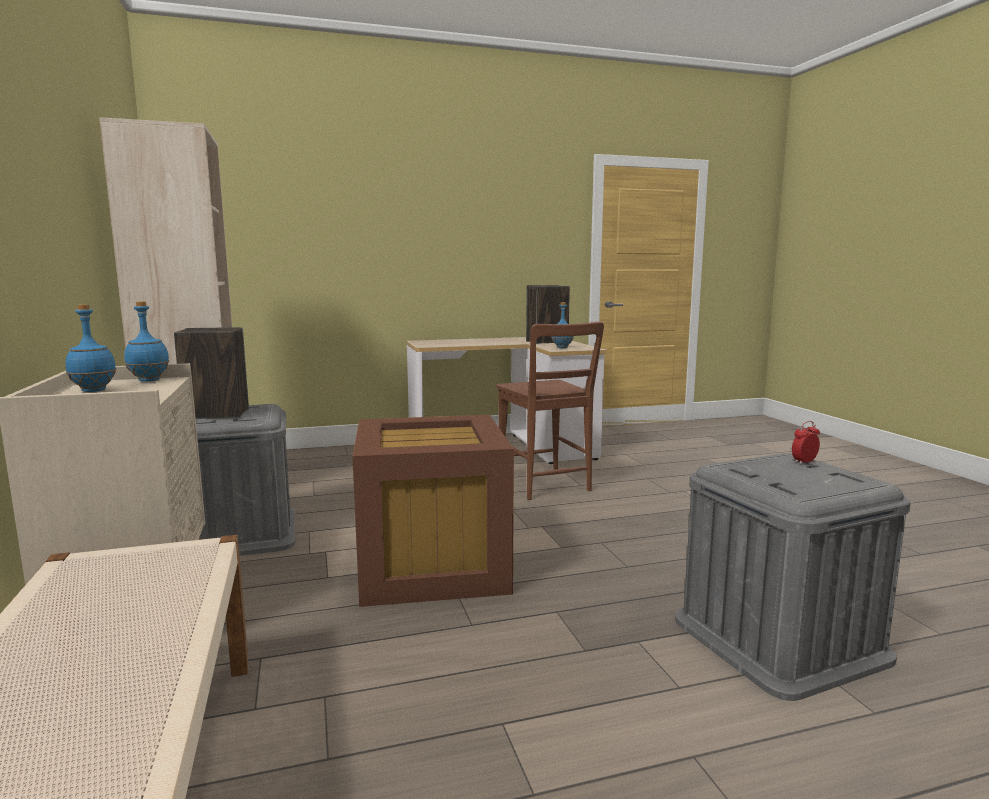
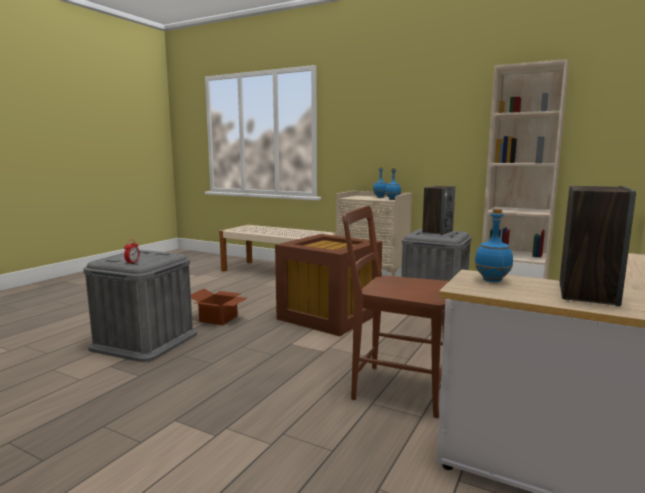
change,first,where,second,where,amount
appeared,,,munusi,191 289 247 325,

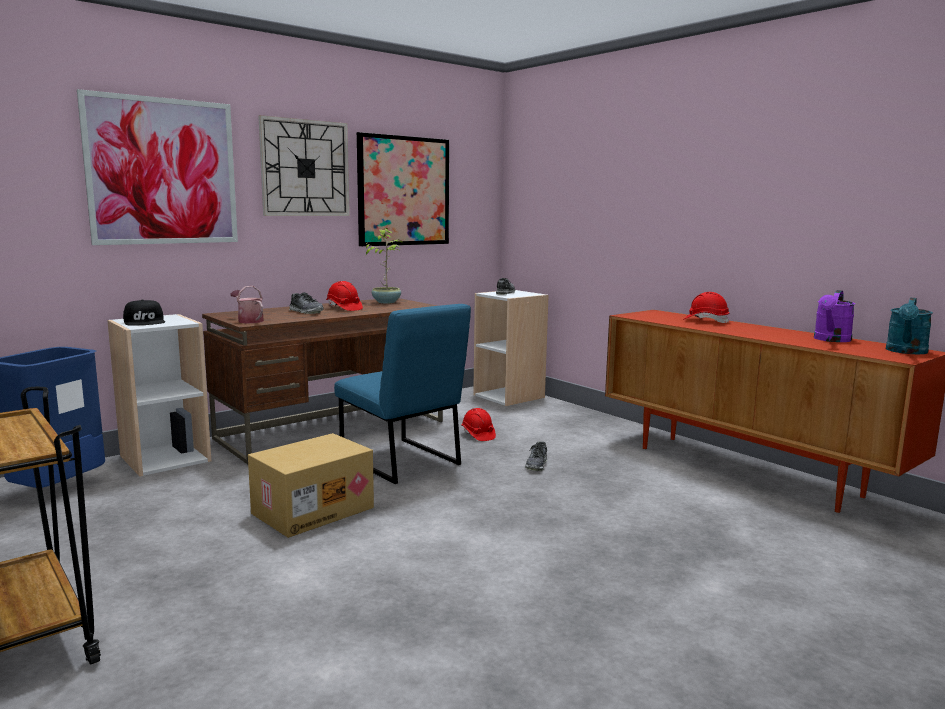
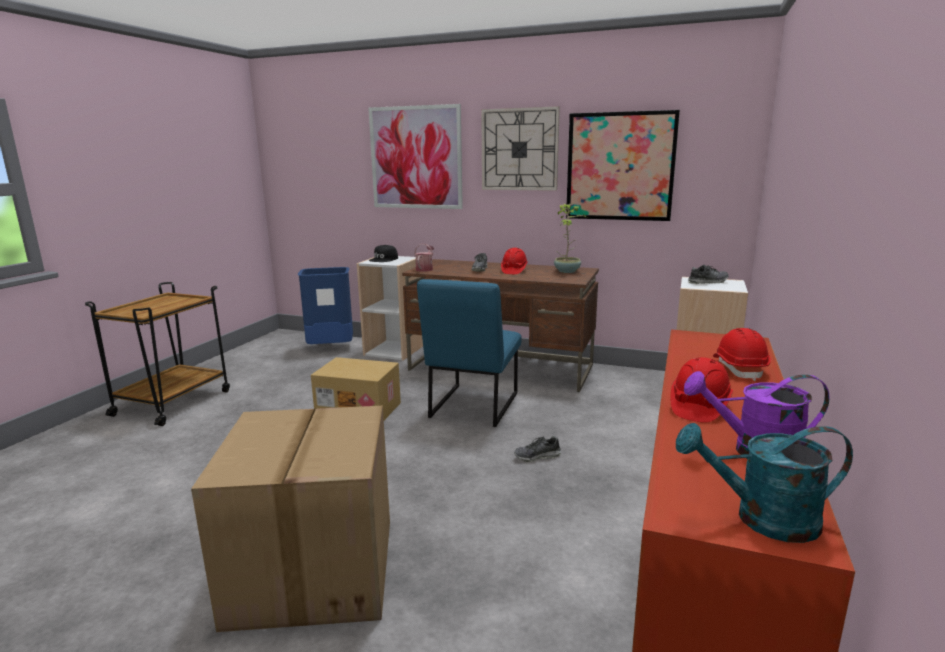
change,first,where,second,where,amount
relocated,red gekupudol,461 408 496 441,,670 357 733 423,
appeared,,,munusi,191 406 390 632,

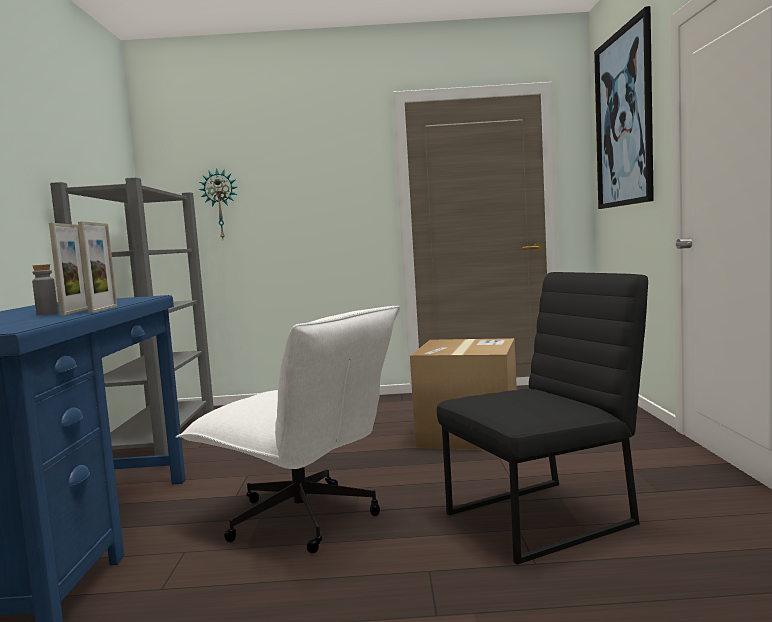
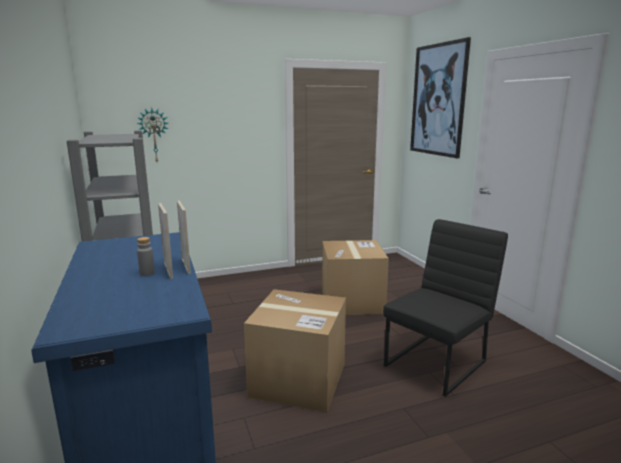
change,first,where,second,where,amount
exchanged,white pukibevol,176 306 400 554,munusi,244 289 346 412,

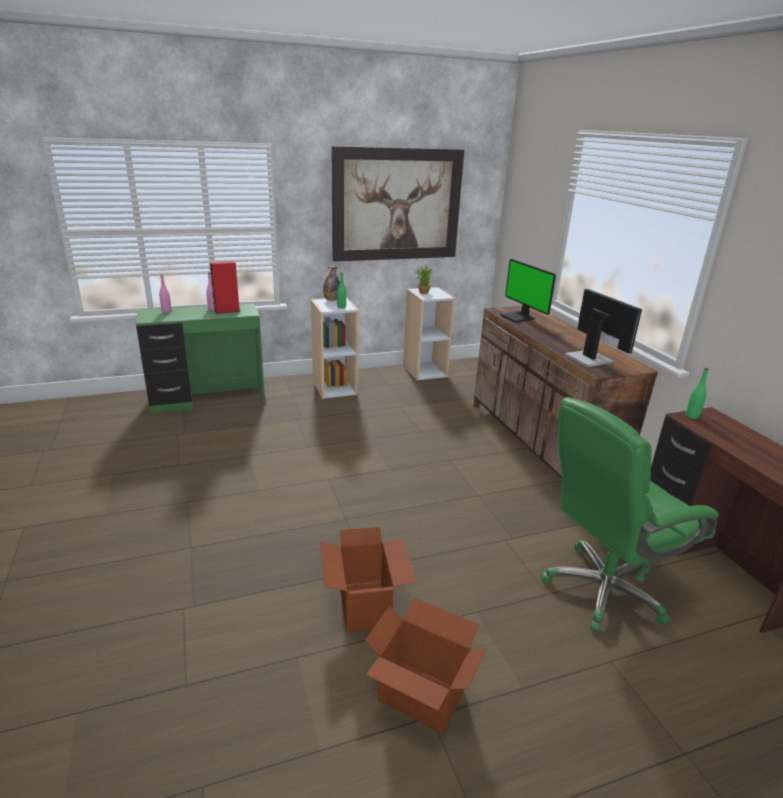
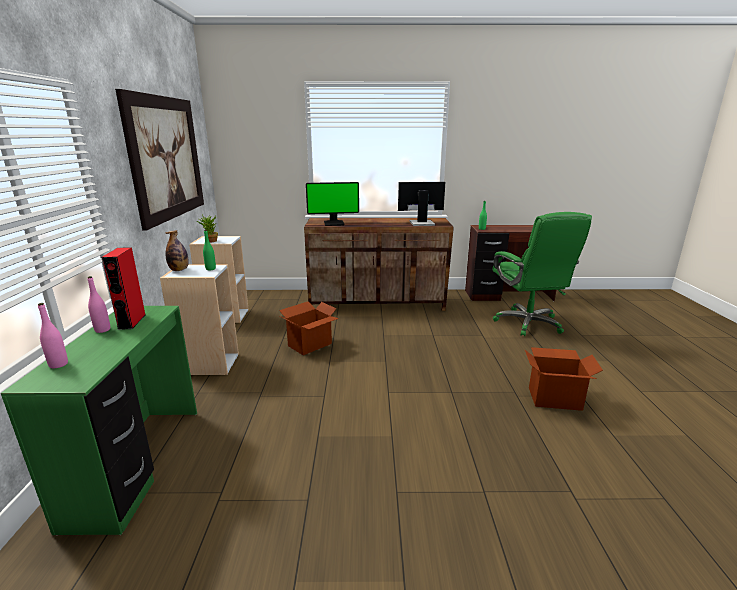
change,first,where,second,where,amount
relocated,munusi,365 598 487 734,,279 301 339 355,

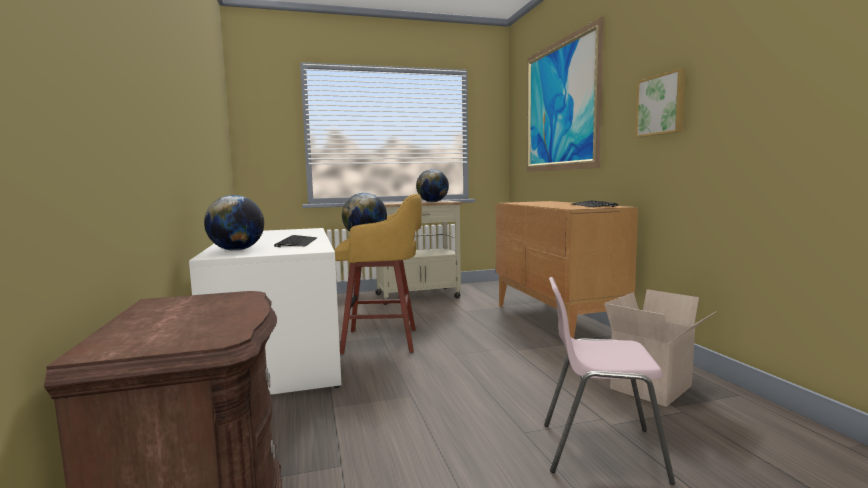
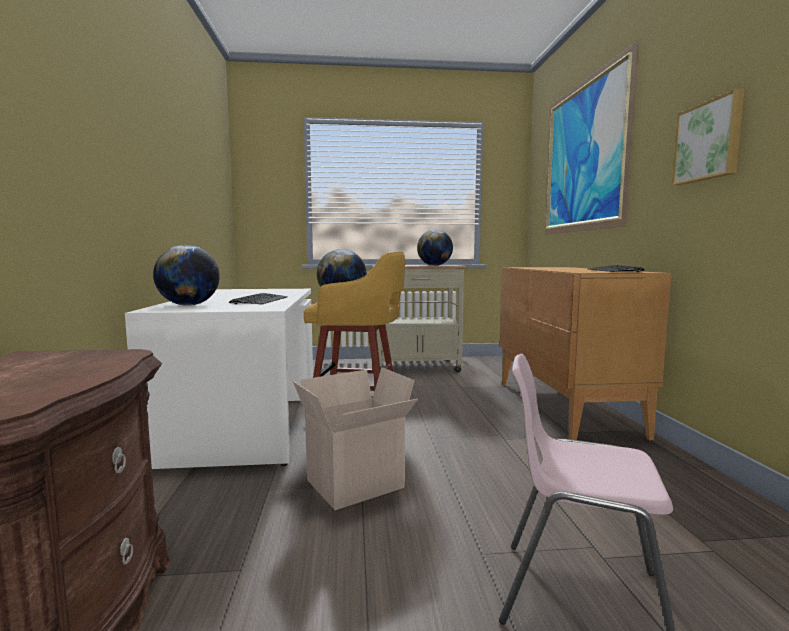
change,first,where,second,where,amount
relocated,munusi,604 289 717 407,,293 367 418 510,

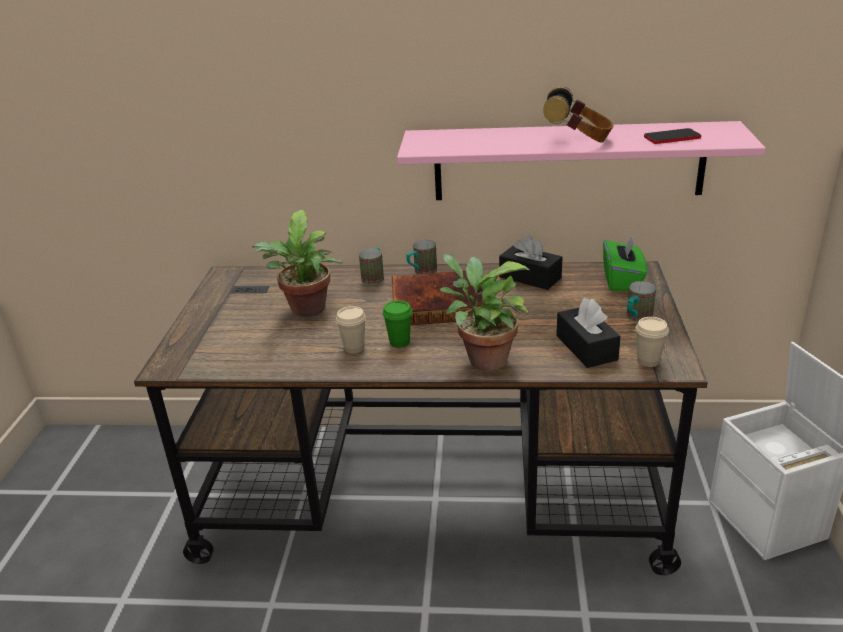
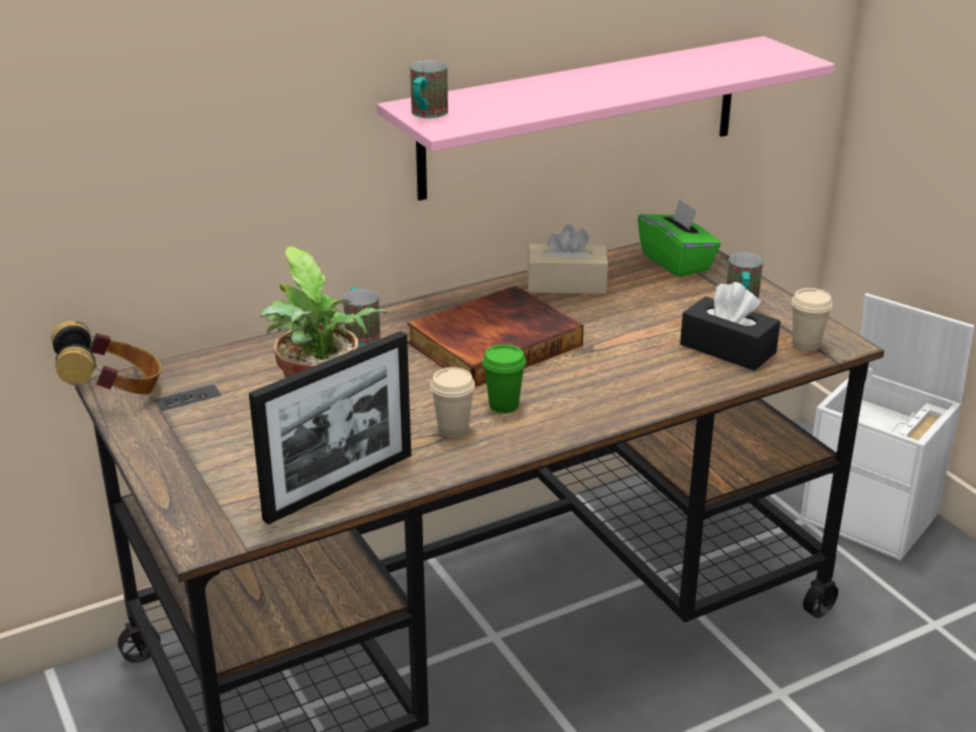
change,first,where,second,where,amount
relocated,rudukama,407 240 437 274,,410 60 448 118,
missing,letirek,440 254 529 370,,,
colour,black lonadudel,499 235 563 290,beige lonadudel,527 224 608 294,
relocated,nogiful,543 86 614 143,,51 321 161 395,
missing,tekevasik,644 128 701 144,,,
appeared,,,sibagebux,249 331 411 525,

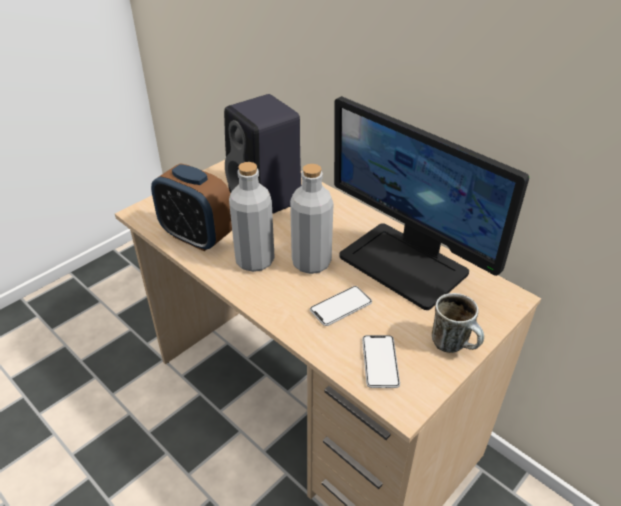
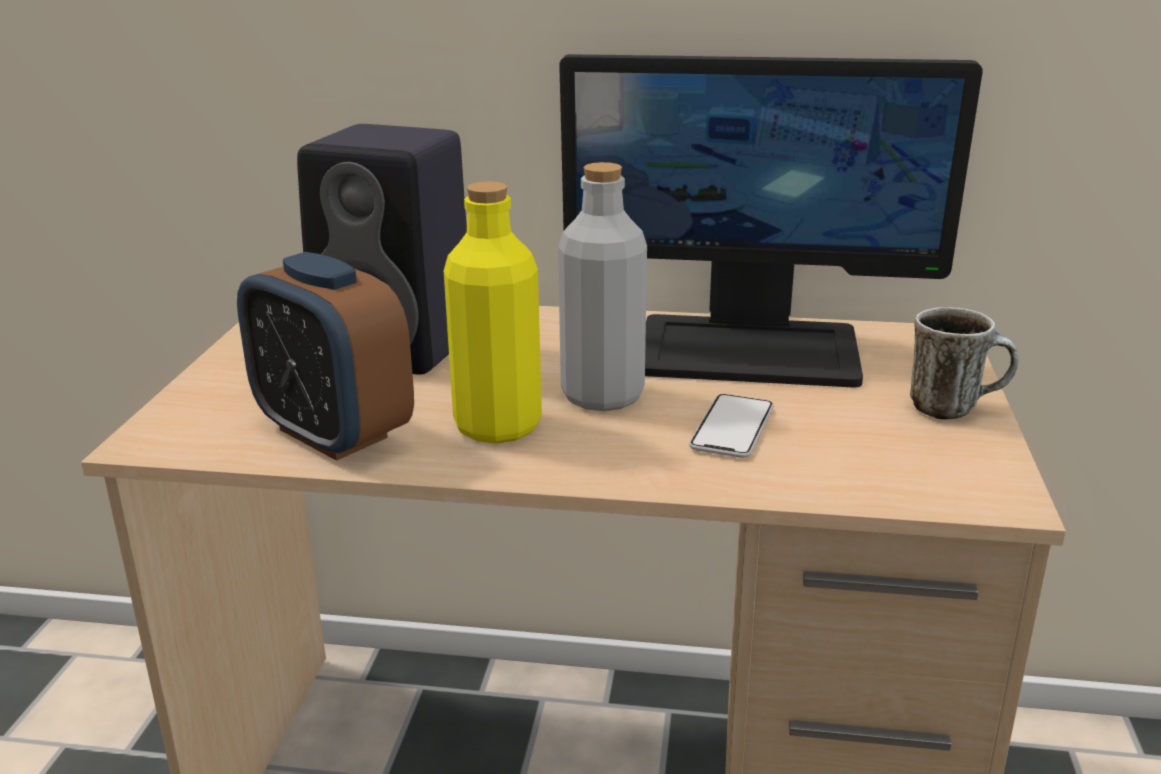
change,first,where,second,where,amount
spun,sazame,151 163 232 251,,237 252 414 461,45 degrees clockwise
colour,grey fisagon,229 162 275 272,yellow fisagon,444 181 542 444,
missing,tekevasik,362 335 400 388,,,

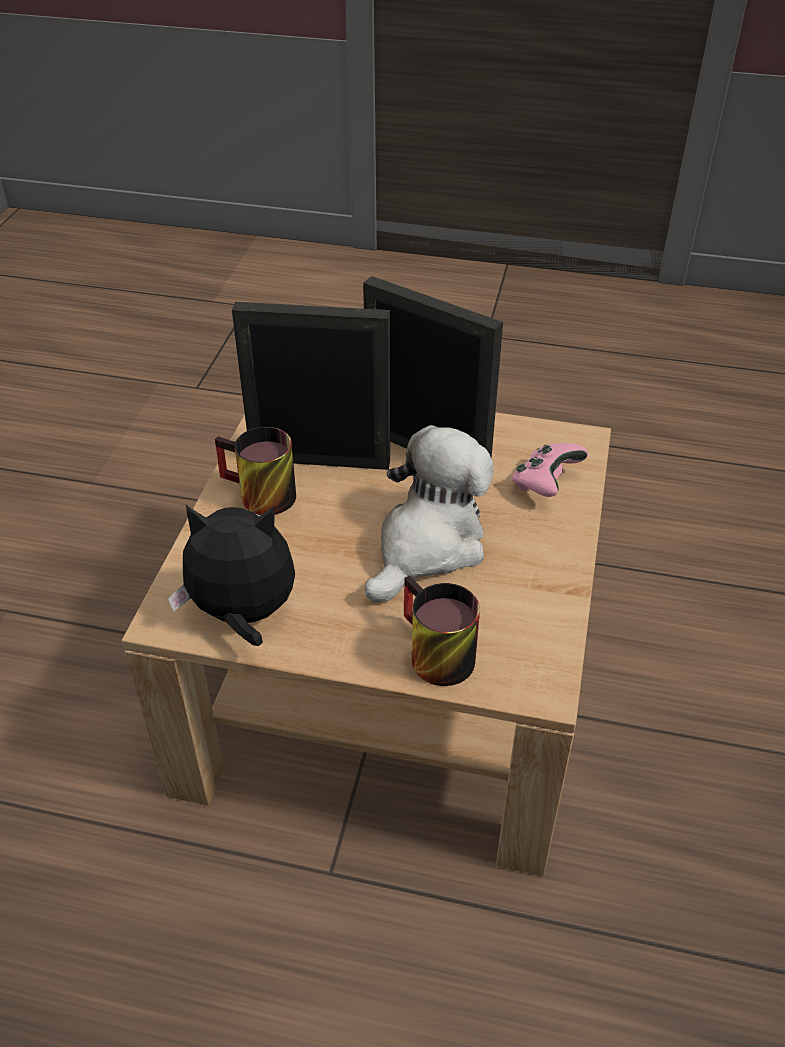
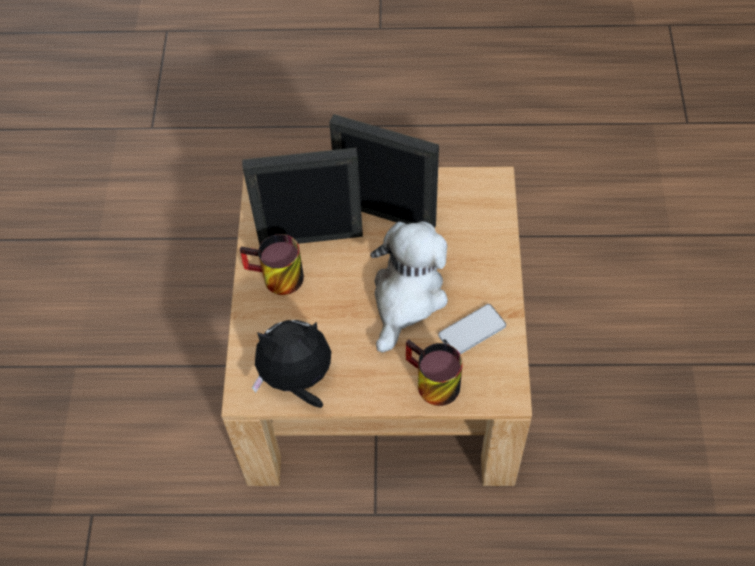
change,first,where,second,where,amount
missing,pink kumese,512 443 589 497,,,
appeared,,,tekevasik,438 304 506 354,

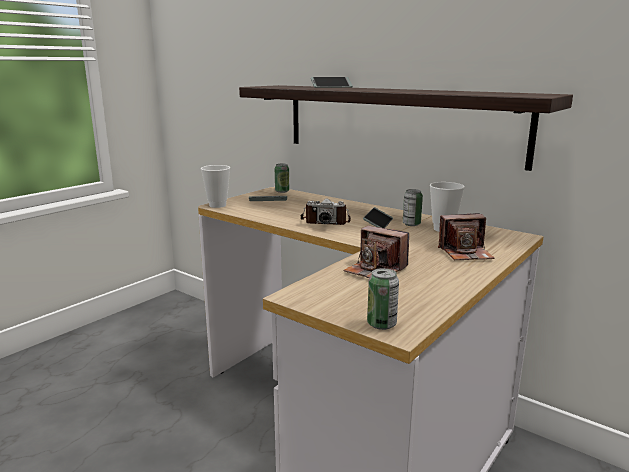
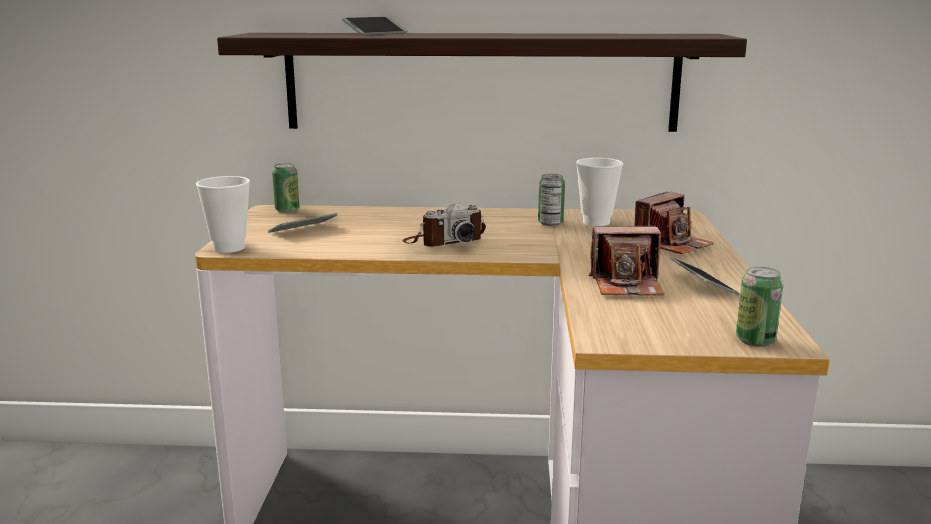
change,first,where,second,where,amount
relocated,tekevasik,363 207 393 228,,669 256 740 296,

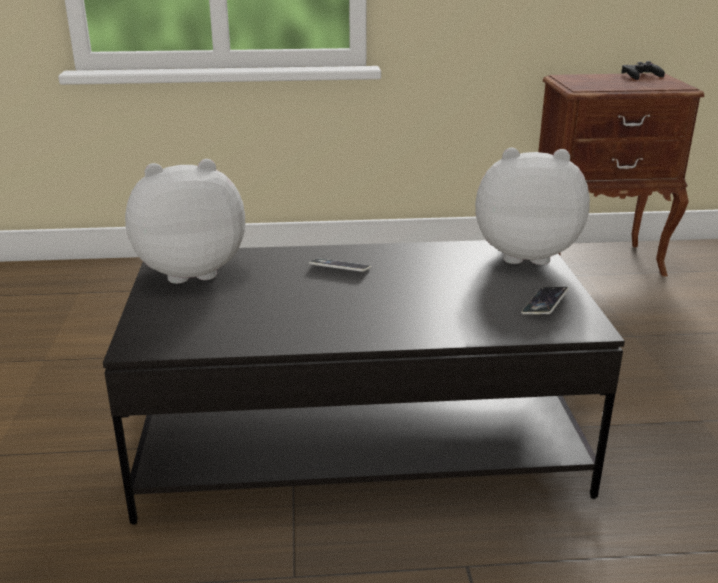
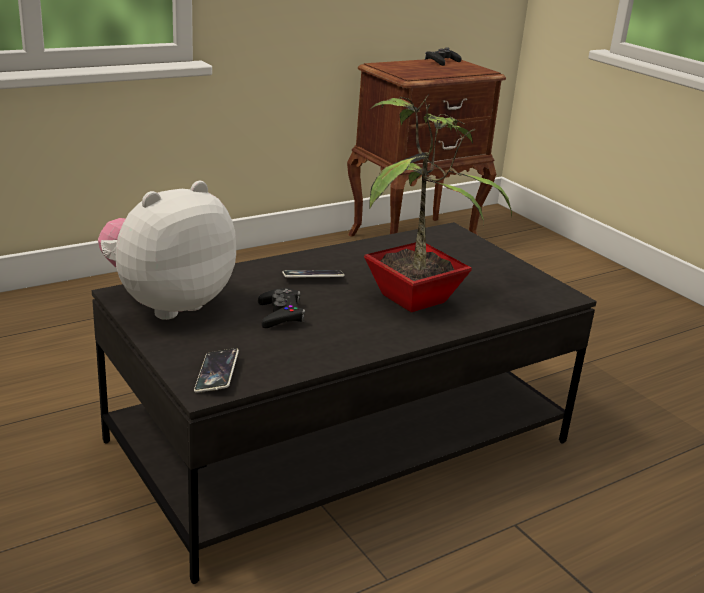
change,first,where,second,where,amount
missing,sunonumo,475 148 590 265,,,
relocated,tekevasik,521 287 569 314,,194 348 239 393,
appeared,,,black kumese,258 288 305 328,
appeared,,,letirek,364 94 512 312,

